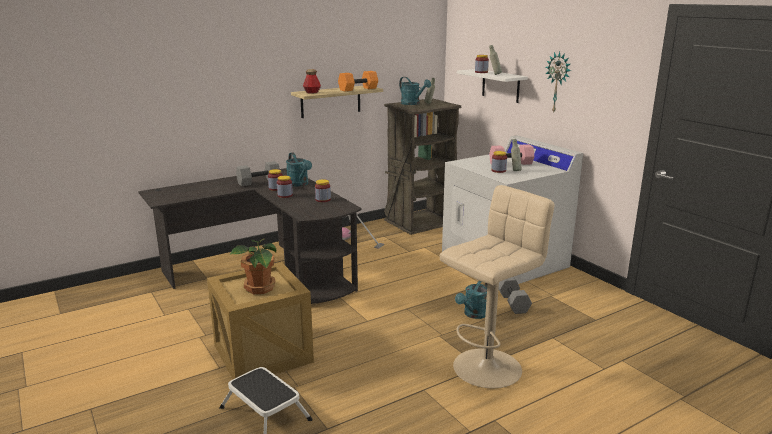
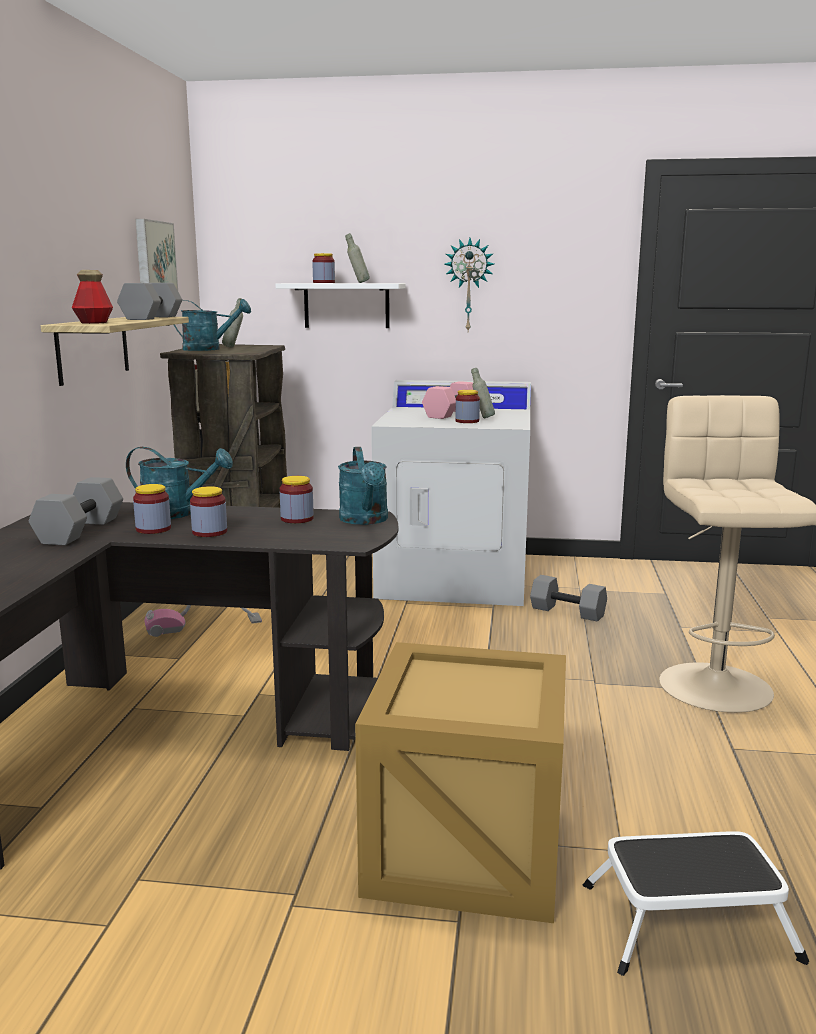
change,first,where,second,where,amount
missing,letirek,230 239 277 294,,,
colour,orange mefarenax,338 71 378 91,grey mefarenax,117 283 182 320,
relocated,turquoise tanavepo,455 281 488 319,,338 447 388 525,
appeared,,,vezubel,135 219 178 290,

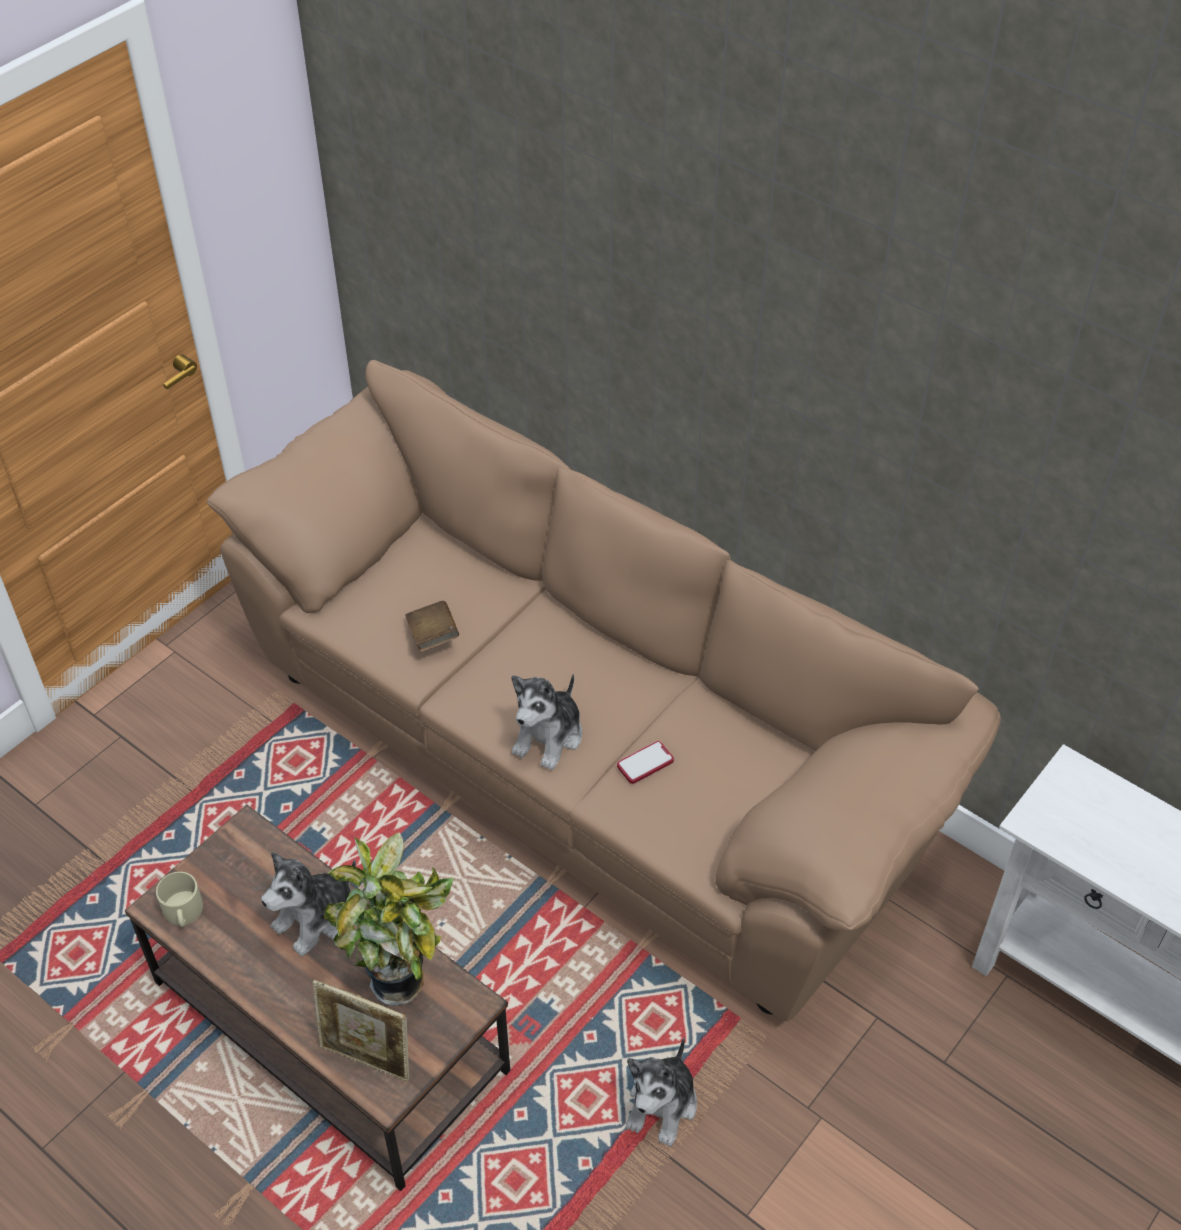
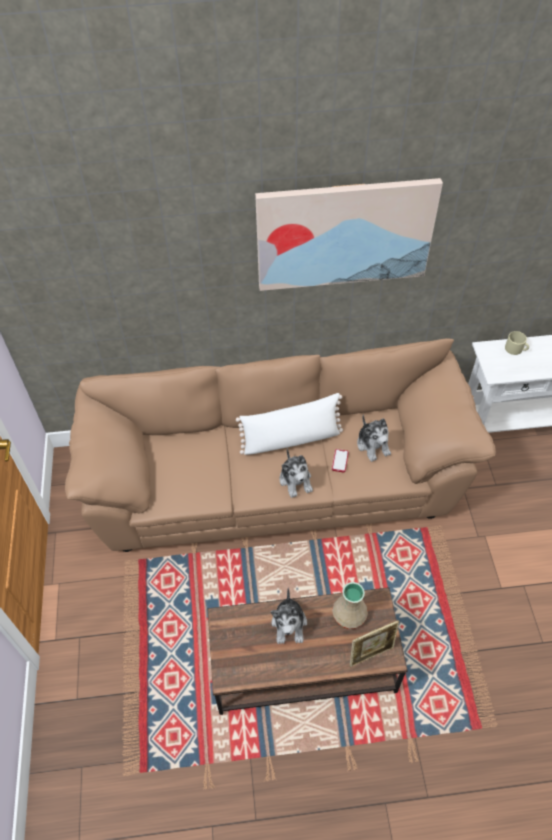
change,first,where,second,where,amount
relocated,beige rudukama,156 872 203 927,,505 331 529 355,
exchanged,letirek,324 832 454 1006,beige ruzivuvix,332 582 368 629,
missing,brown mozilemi,405 601 459 652,,,
relocated,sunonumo,626 1038 697 1147,,357 415 391 462,
appeared,,,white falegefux,236 393 343 455,
appeared,,,vezubel,255 178 443 291,

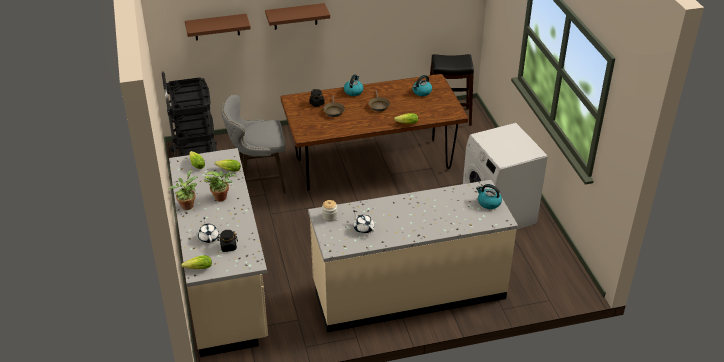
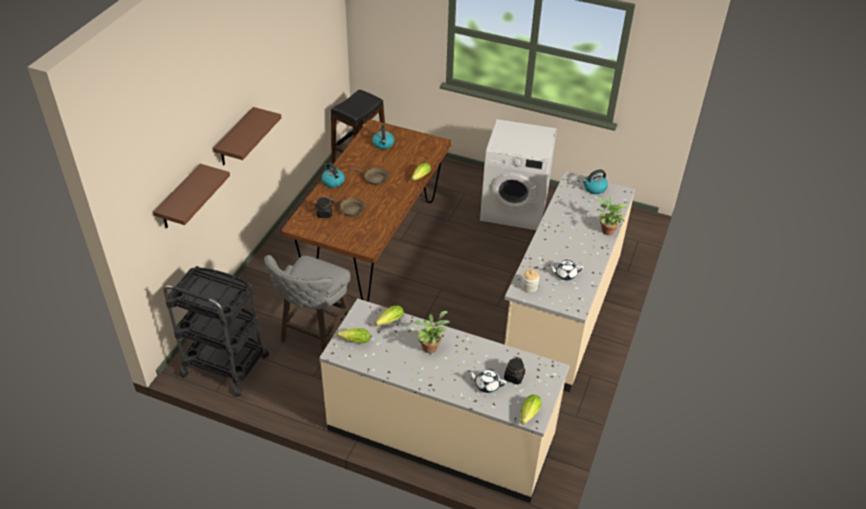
change,first,where,second,where,amount
relocated,letirek,169 170 198 210,,597 196 627 236,

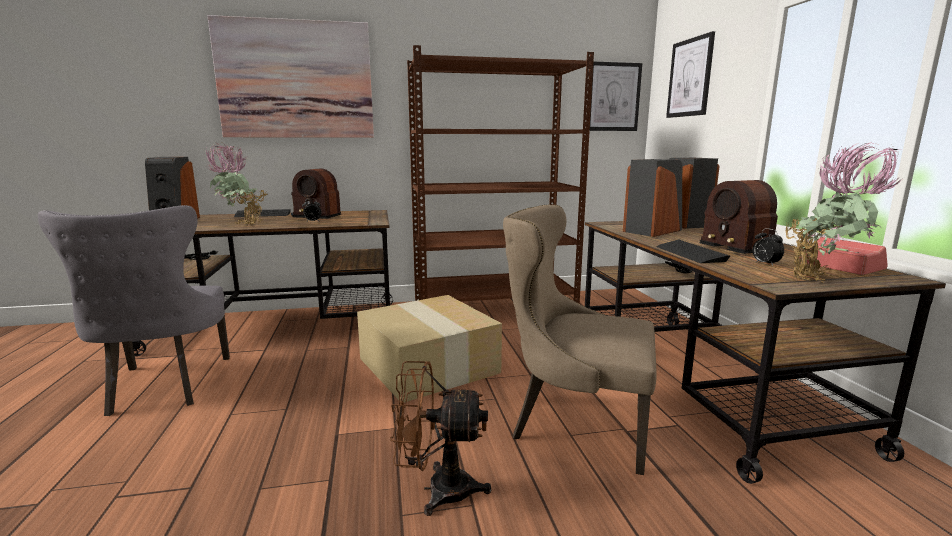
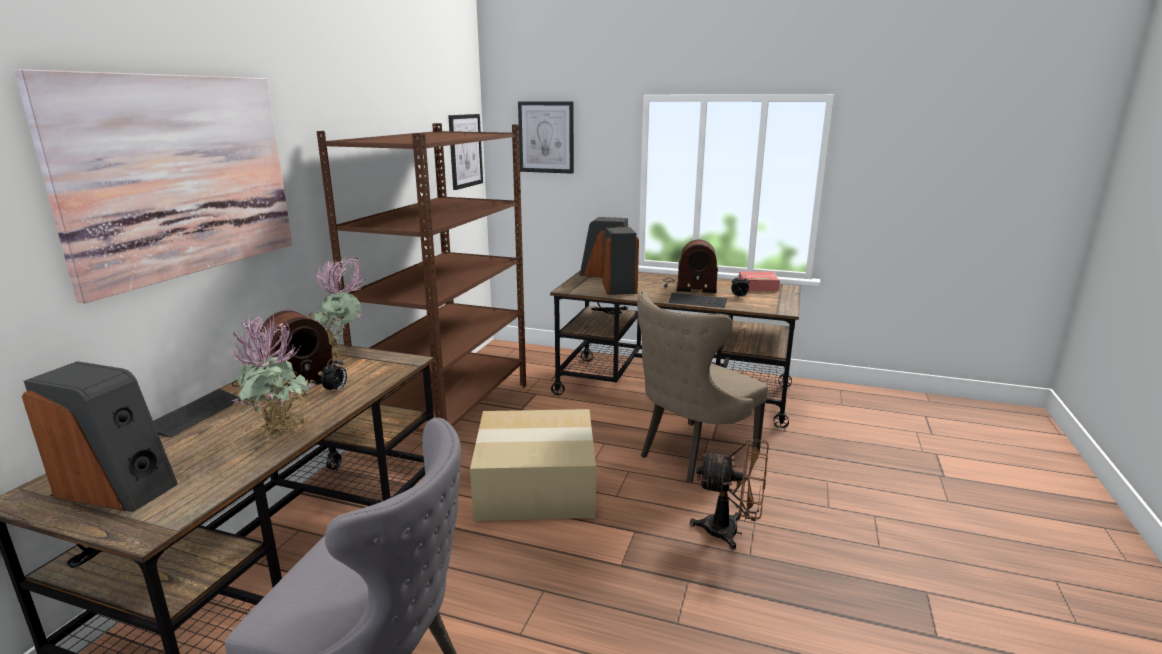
change,first,where,second,where,amount
spun,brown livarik,390 361 491 516,,690 437 769 550,105 degrees counterclockwise
relocated,letirek,786 142 903 282,,308 258 367 358,

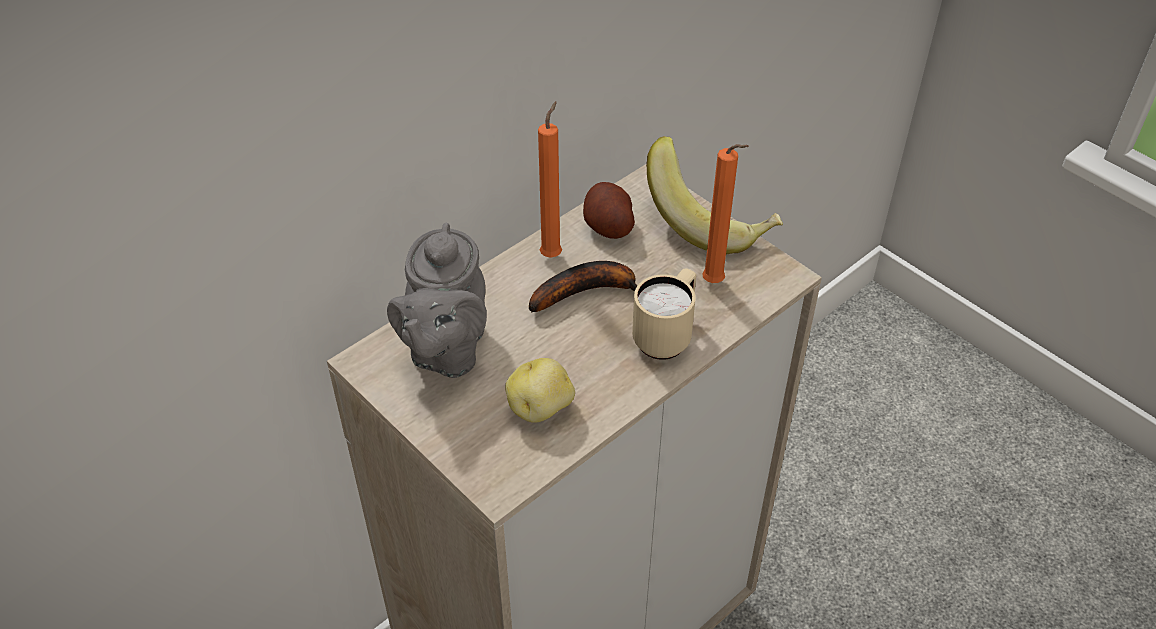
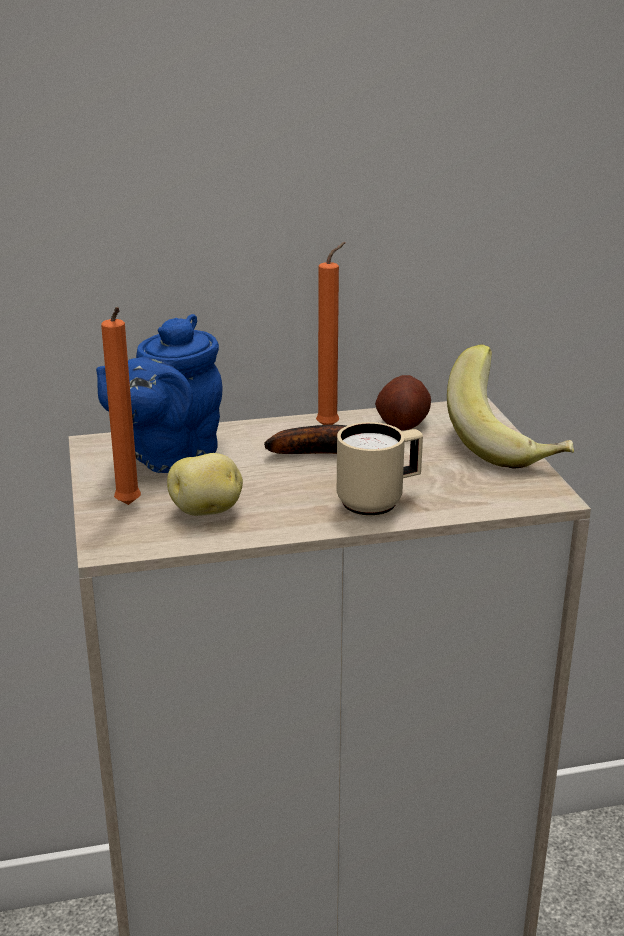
change,first,where,second,where,amount
colour,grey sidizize,387 222 487 378,blue sidizize,96 314 223 473,
relocated,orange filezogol,702 144 749 283,,101 307 141 505,

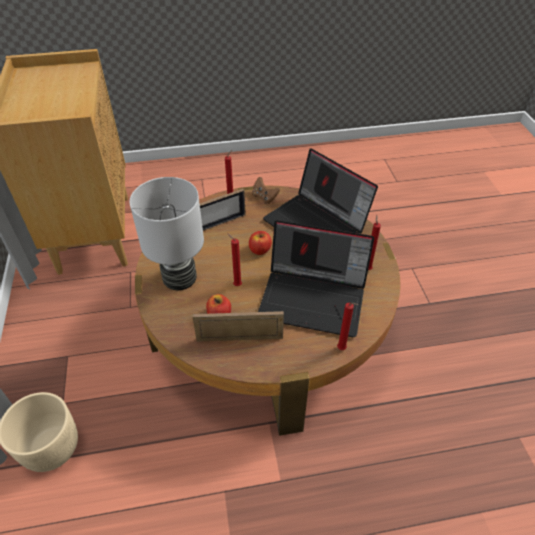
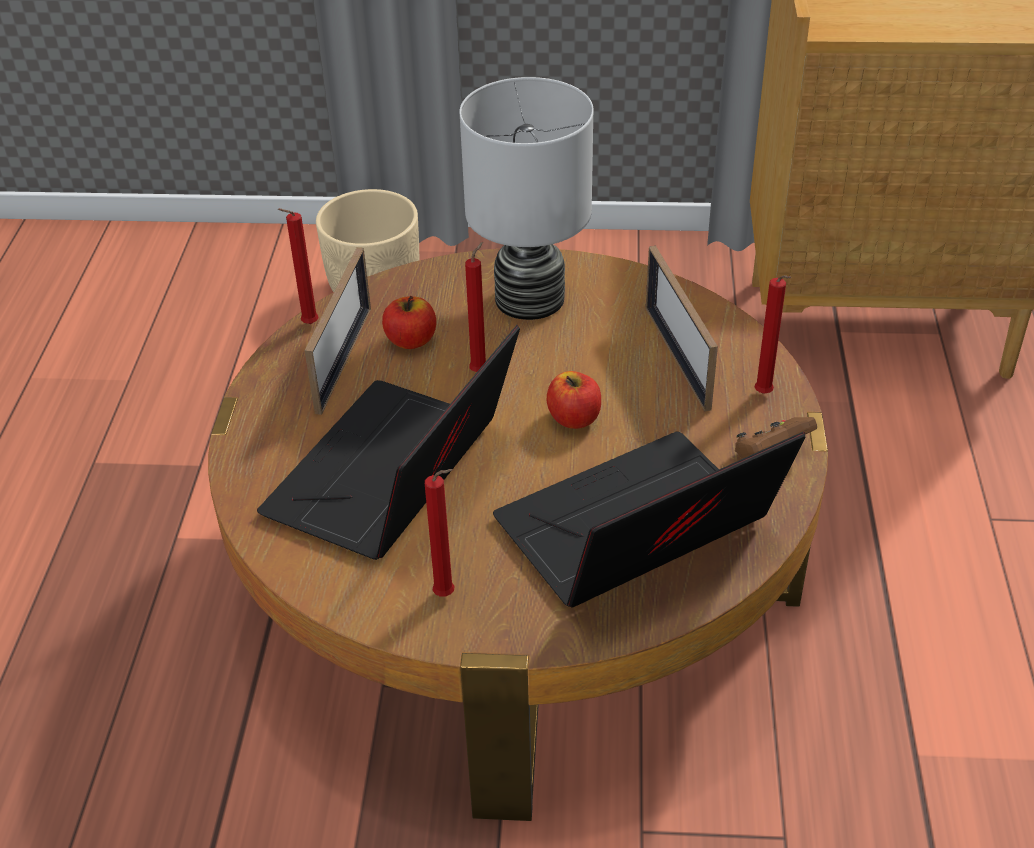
change,first,where,second,where,amount
relocated,red filezogol,337 303 358 350,,278 208 319 324,

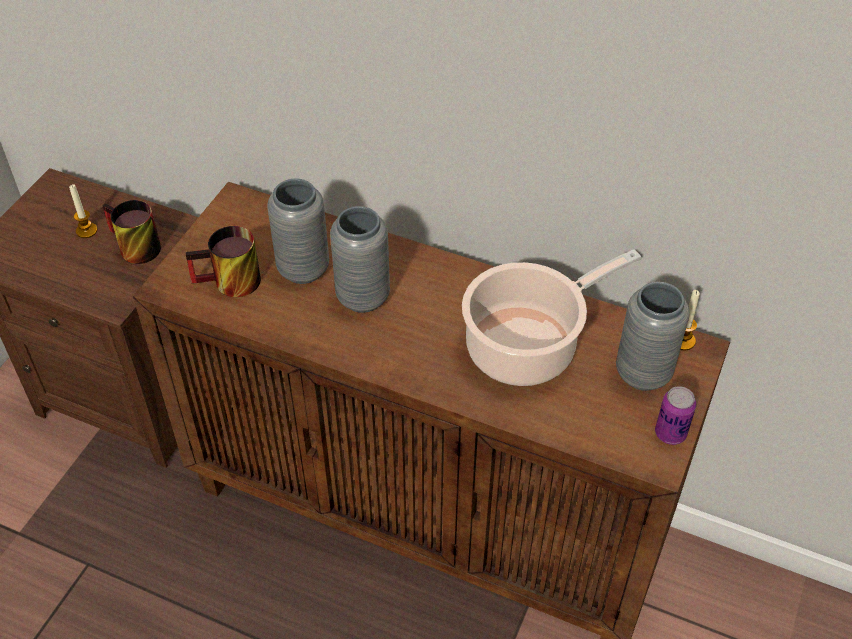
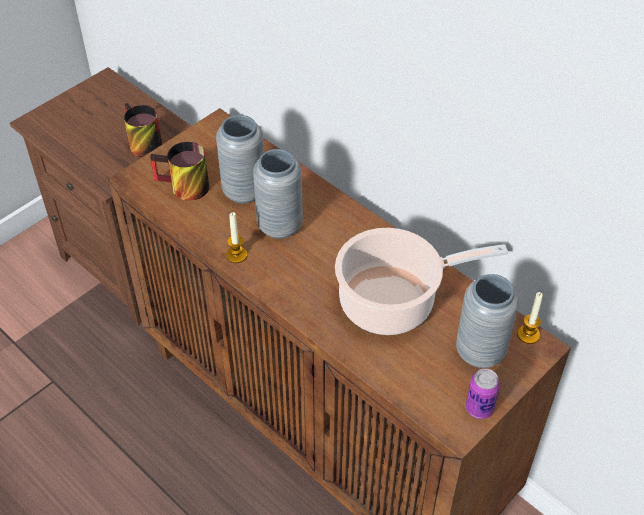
change,first,where,second,where,amount
relocated,filezogol,69 184 97 238,,226 212 247 263,

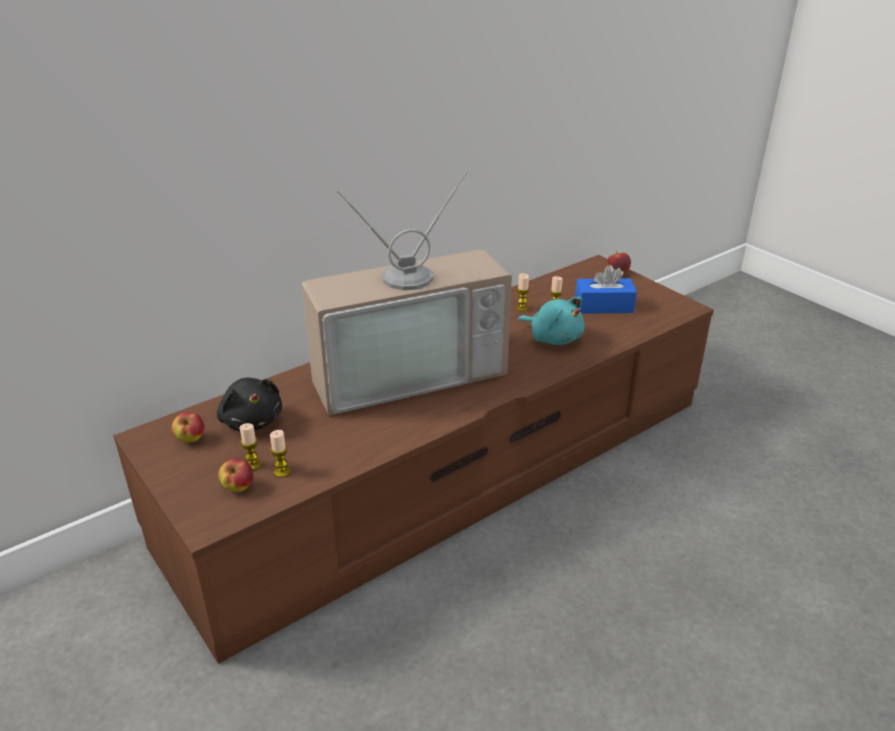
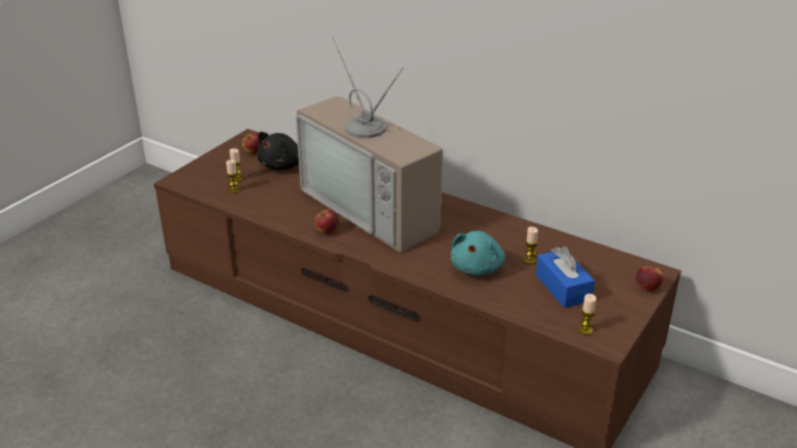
change,first,where,second,where,amount
relocated,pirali,218 458 253 492,,315 209 339 234,
relocated,filezogol,516 273 530 311,,578 294 596 335,

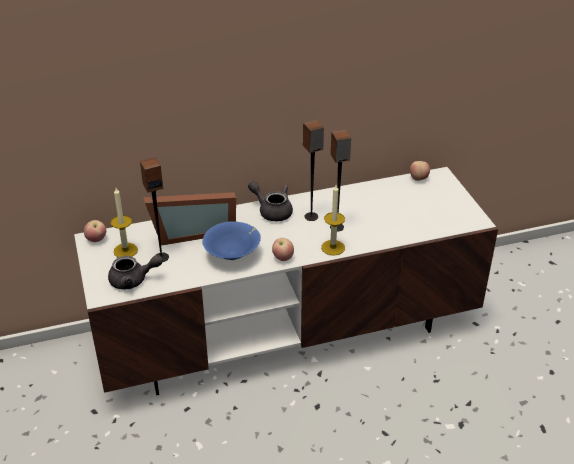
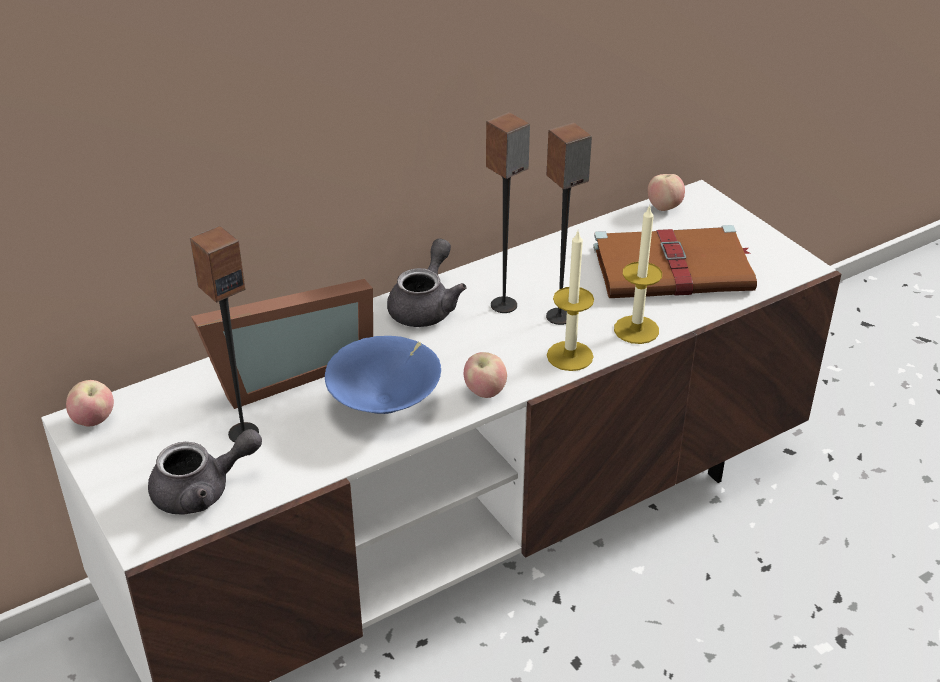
change,first,where,second,where,amount
relocated,filezogol,111 188 138 257,,614 204 662 344,
spun,grey sidizize,248 181 293 221,,387 238 467 327,90 degrees clockwise
appeared,,,brown mozilemi,593 225 757 298,

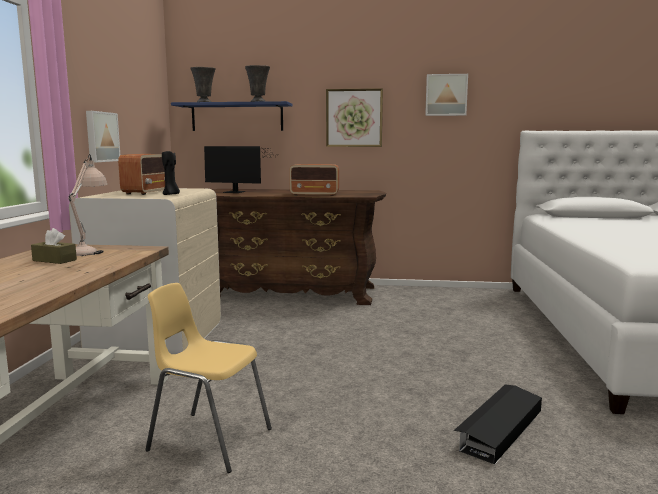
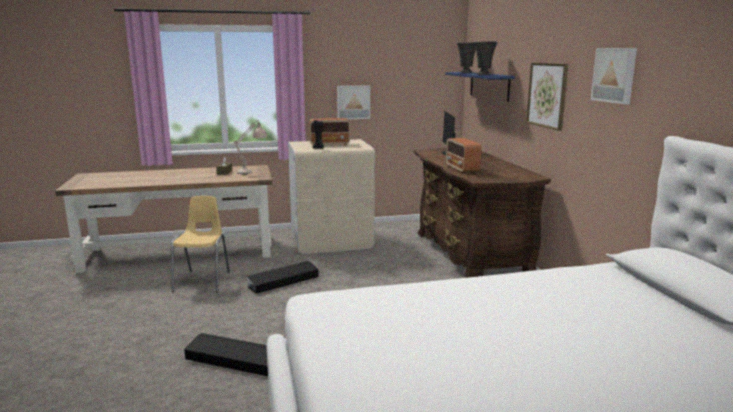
change,first,where,second,where,amount
appeared,,,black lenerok,245 261 319 294,

